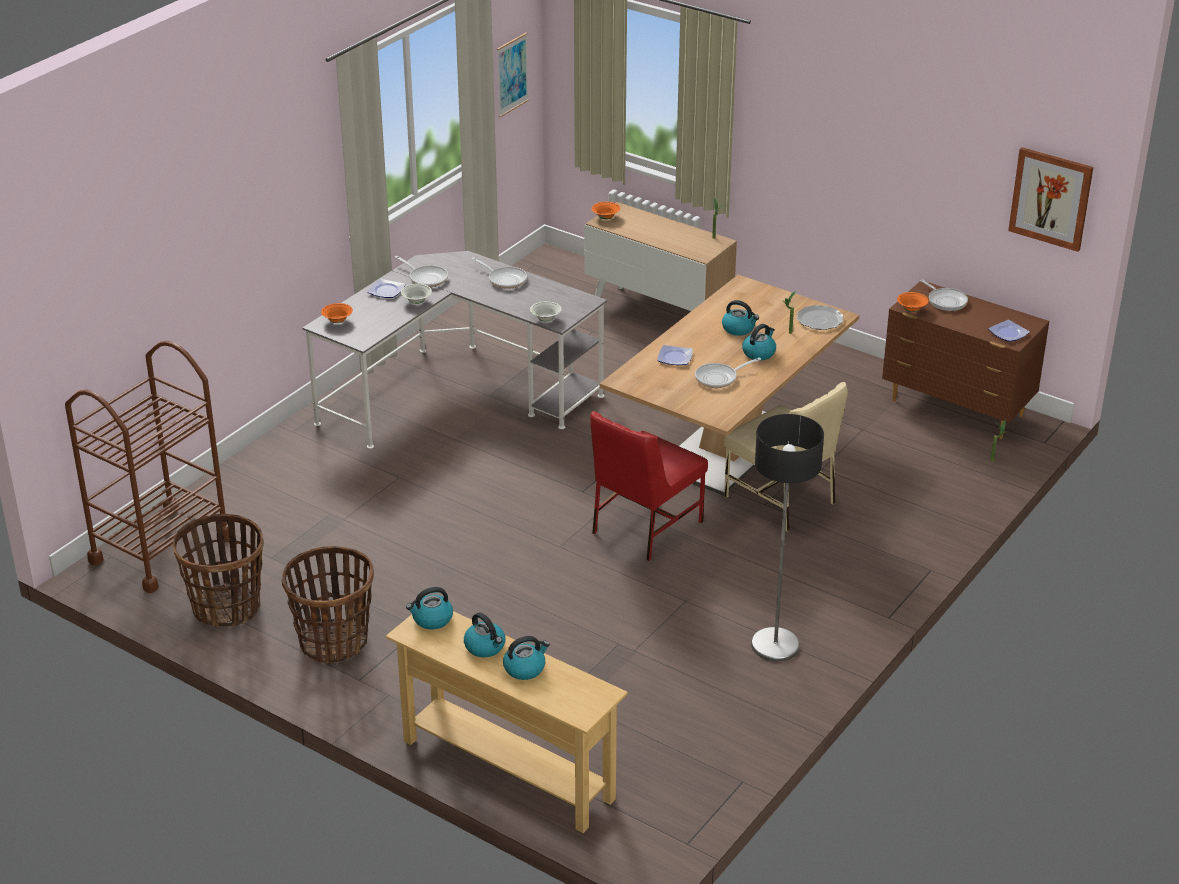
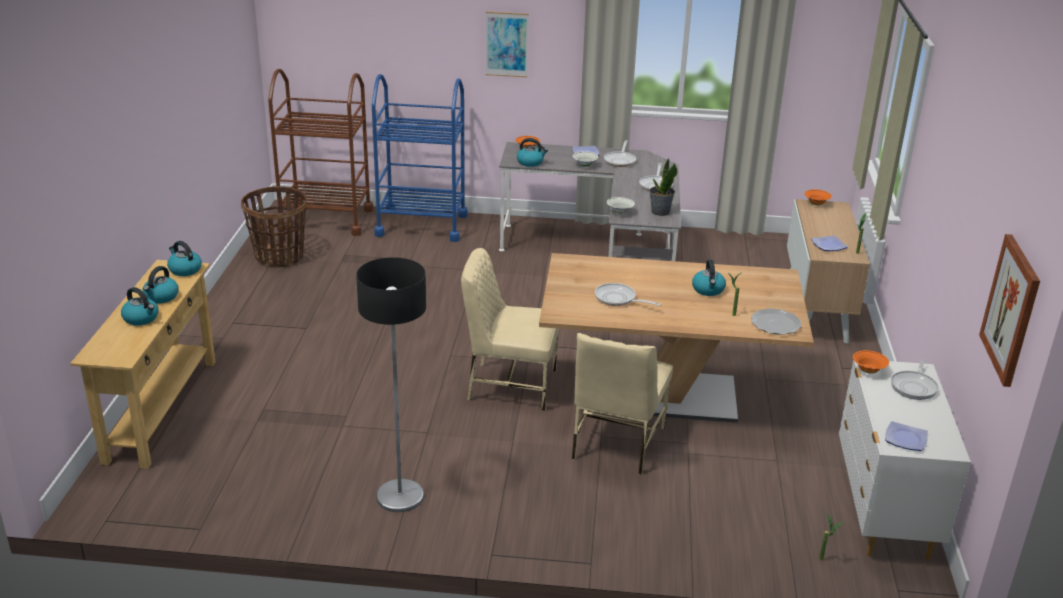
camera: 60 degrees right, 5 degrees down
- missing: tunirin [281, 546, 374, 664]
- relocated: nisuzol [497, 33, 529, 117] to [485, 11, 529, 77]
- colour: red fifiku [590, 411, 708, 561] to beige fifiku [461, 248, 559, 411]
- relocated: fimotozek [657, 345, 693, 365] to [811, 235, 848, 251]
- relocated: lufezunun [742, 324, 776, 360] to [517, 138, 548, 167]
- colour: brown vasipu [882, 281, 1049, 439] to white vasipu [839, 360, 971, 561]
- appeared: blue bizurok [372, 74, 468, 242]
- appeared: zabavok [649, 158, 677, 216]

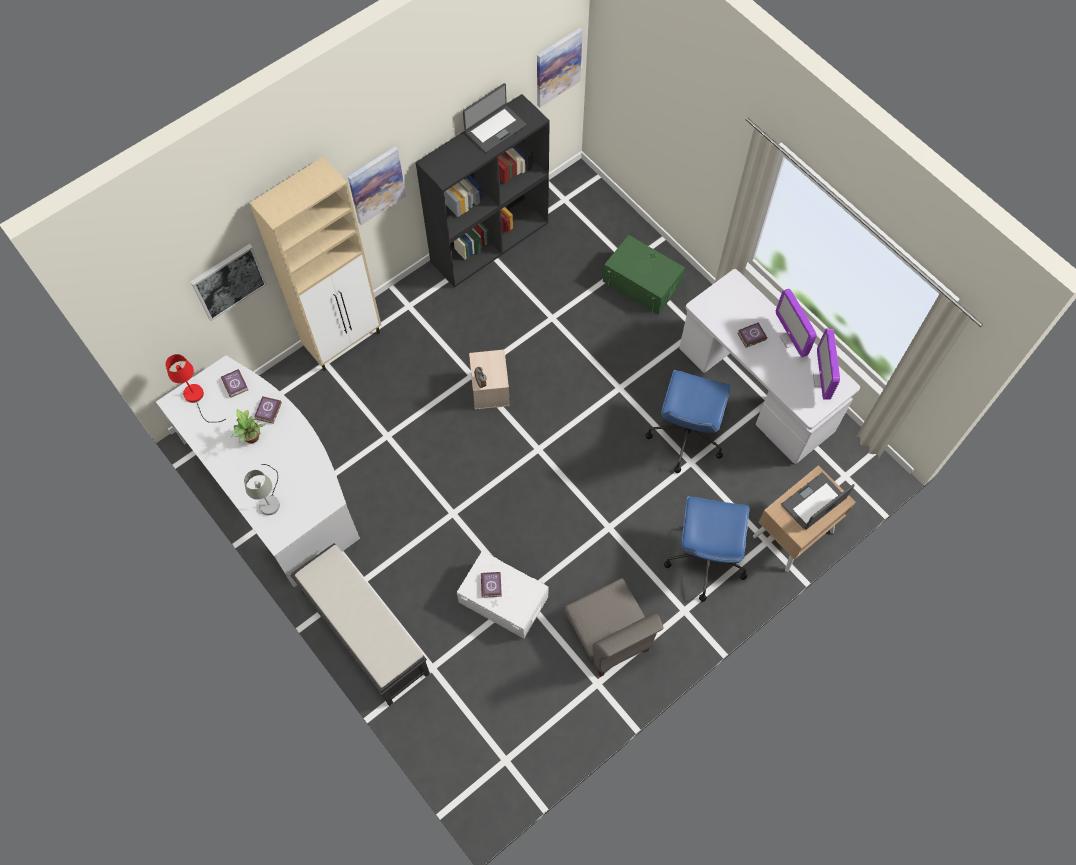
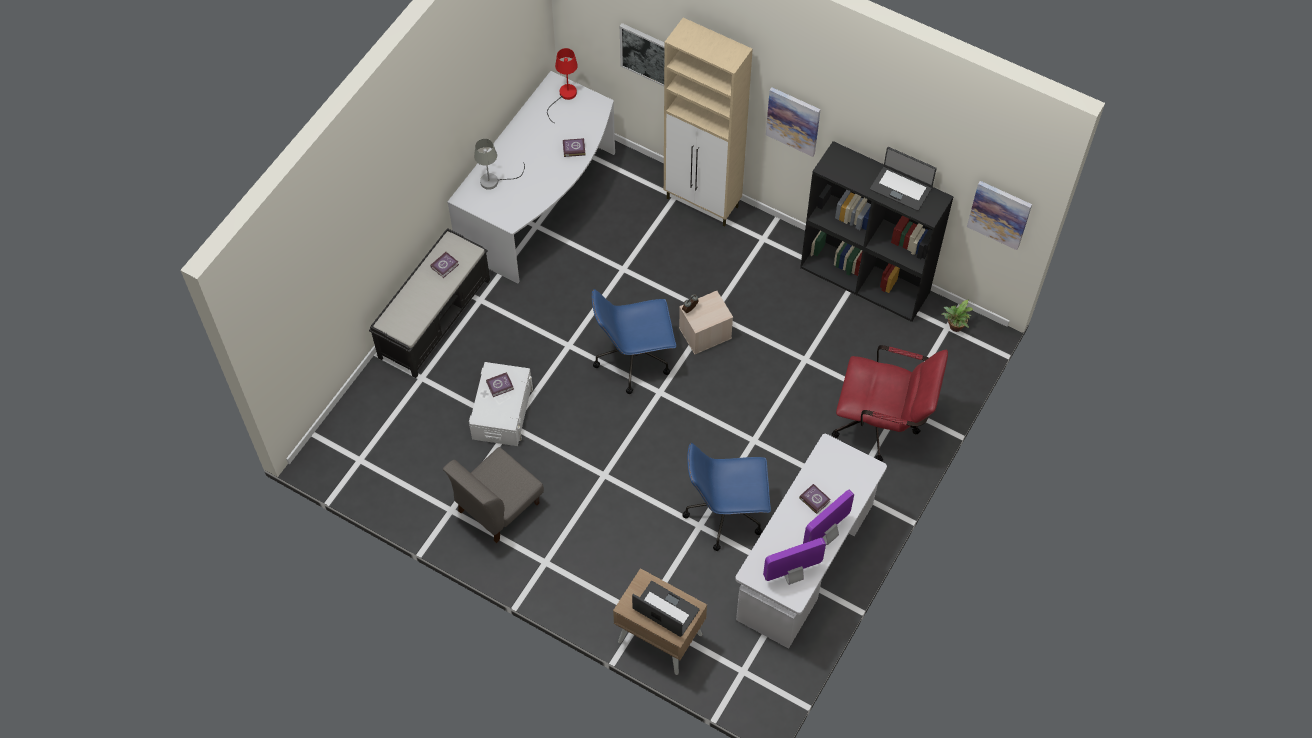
camera: 70 degrees right, 5 degrees down
- relocated: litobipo [221, 369, 248, 398] to [430, 252, 459, 278]
- relocated: zabavok [232, 409, 266, 444] to [941, 300, 973, 332]
- exchanged: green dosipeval [603, 235, 685, 314] to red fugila [832, 345, 948, 462]
- relocated: blue fugila [664, 496, 749, 602] to [592, 289, 676, 394]

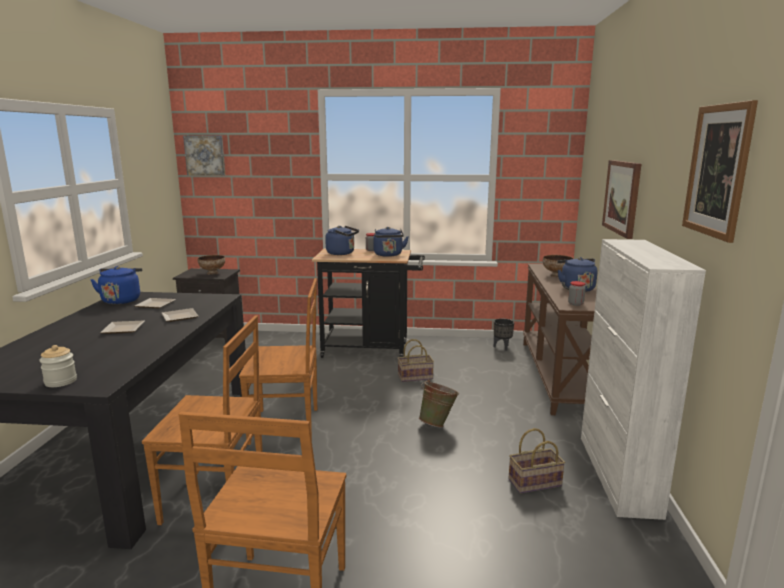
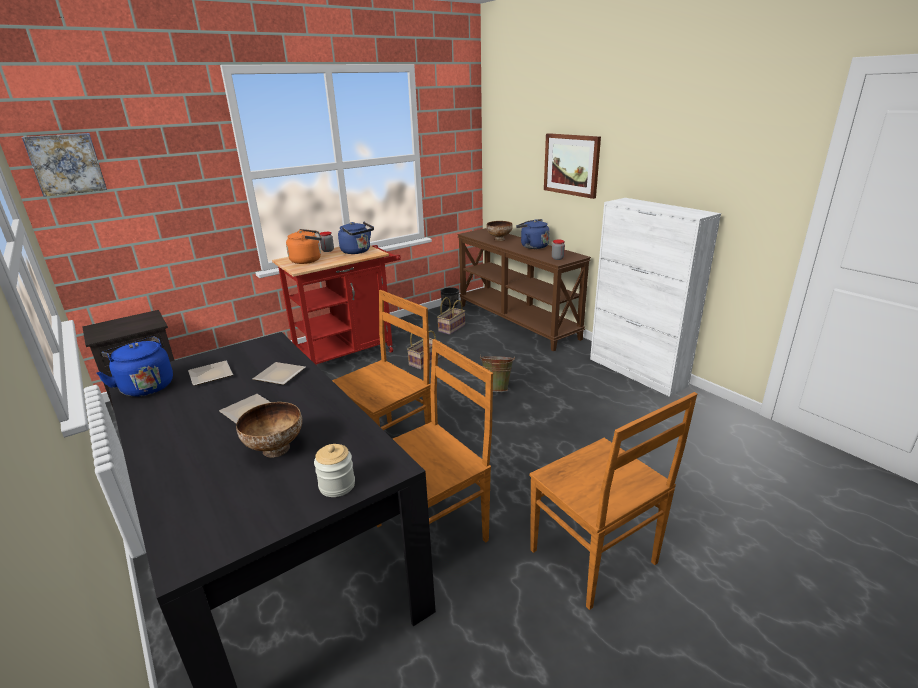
camera: 40 degrees left, 10 degrees up
- relocated: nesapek [198, 255, 225, 275] to [236, 402, 302, 458]
- colour: black bizurok [312, 249, 425, 358] to red bizurok [272, 245, 401, 365]
- colour: blue lufezunun [325, 226, 359, 255] to orange lufezunun [286, 229, 322, 264]
- relocated: tunirin [509, 428, 565, 494] to [437, 297, 465, 335]
- missing: nisuzol [682, 100, 758, 243]

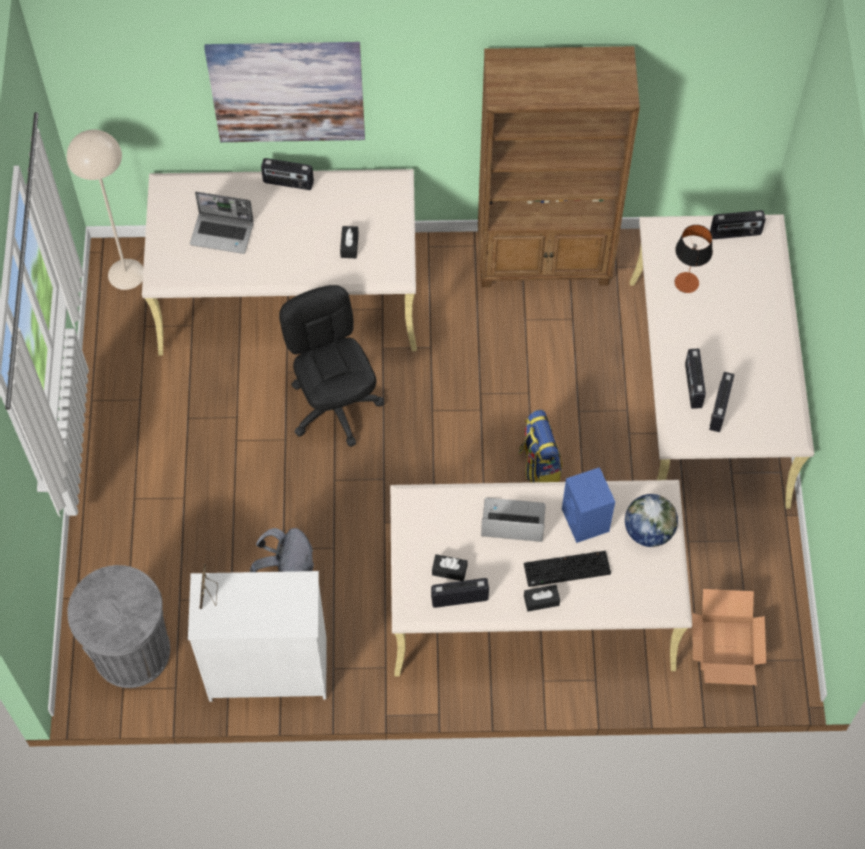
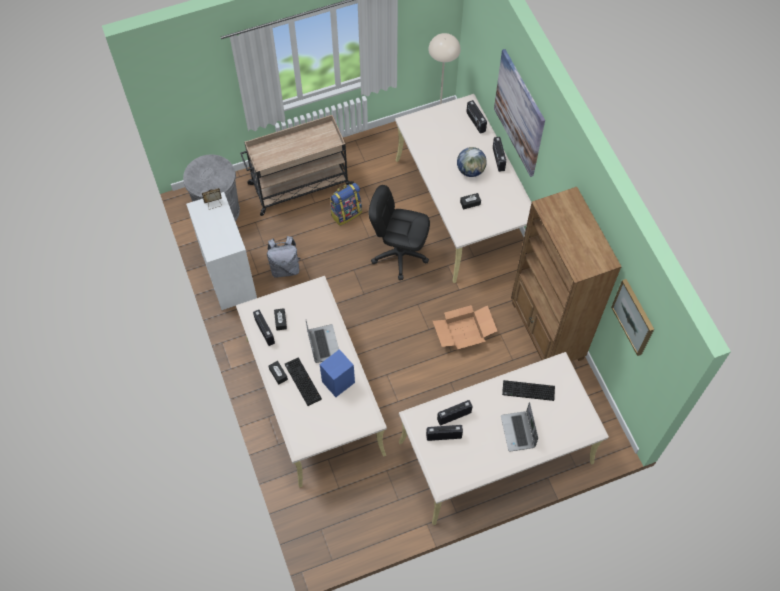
camera: 70 degrees right, 0 degrees up
- relocated: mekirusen [190, 192, 254, 254] to [501, 402, 538, 452]
- spun: black fugila [279, 285, 384, 447] = [369, 185, 430, 280] 120 degrees counterclockwise
- relocated: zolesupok [518, 410, 562, 482] to [330, 183, 362, 226]
- relocated: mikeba [625, 494, 678, 547] to [457, 147, 487, 177]
- exchanged: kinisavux [675, 225, 713, 293] to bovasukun [502, 380, 555, 401]
- relocated: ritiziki [692, 589, 766, 685] to [433, 305, 497, 350]
- relocated: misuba [710, 210, 766, 239] to [466, 100, 487, 134]
- appeared: beige bizurok [240, 115, 354, 216]
- appeared: nisuzol [611, 279, 654, 356]

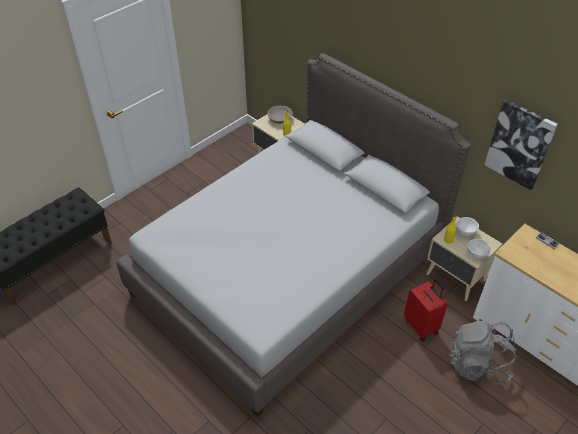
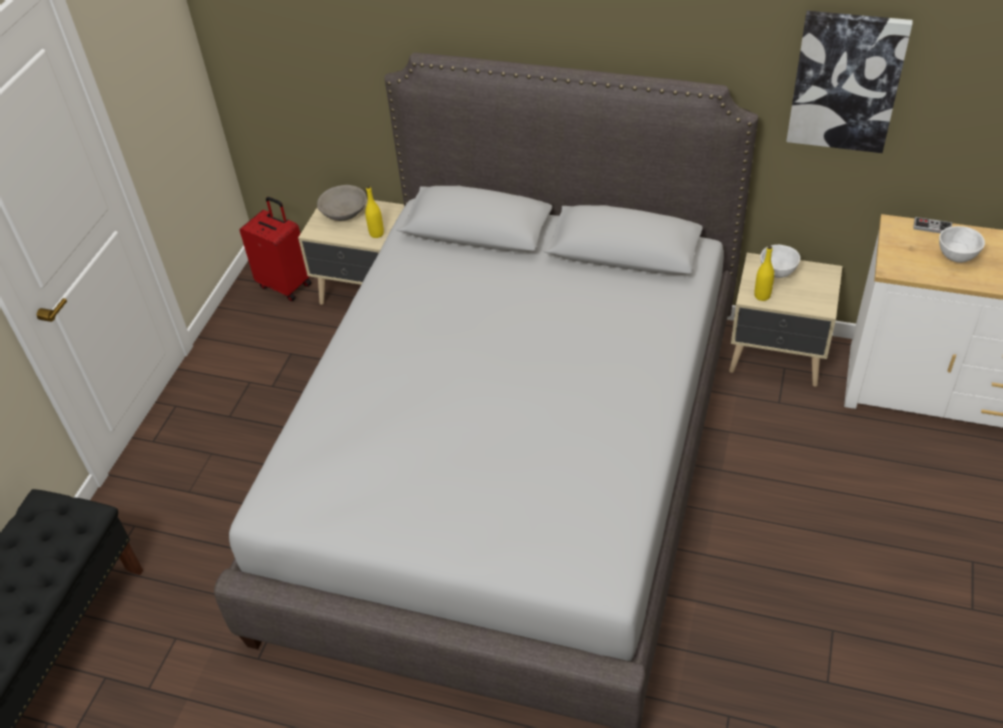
camera: 25 degrees left, 0 degrees up
- relocated: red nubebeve [404, 279, 448, 341] to [240, 197, 312, 301]
- missing: grey zolesupok [449, 321, 516, 385]
- relocated: white nesapek [468, 239, 491, 259] to [939, 226, 985, 263]

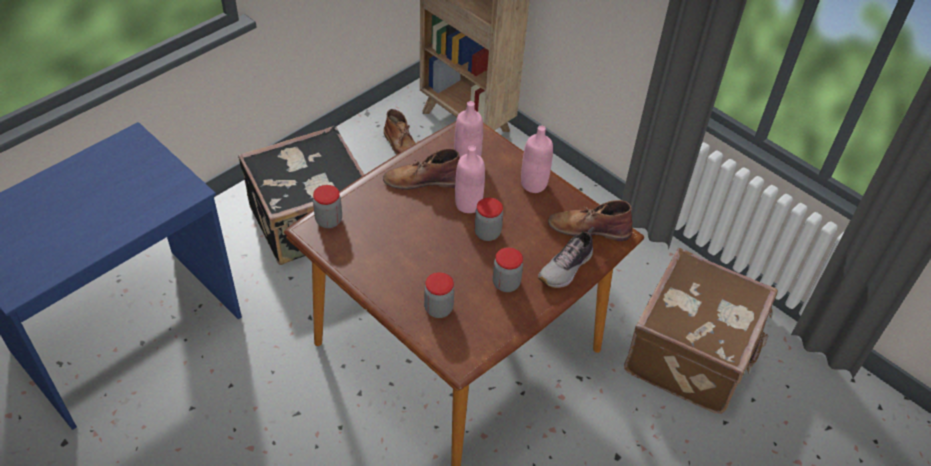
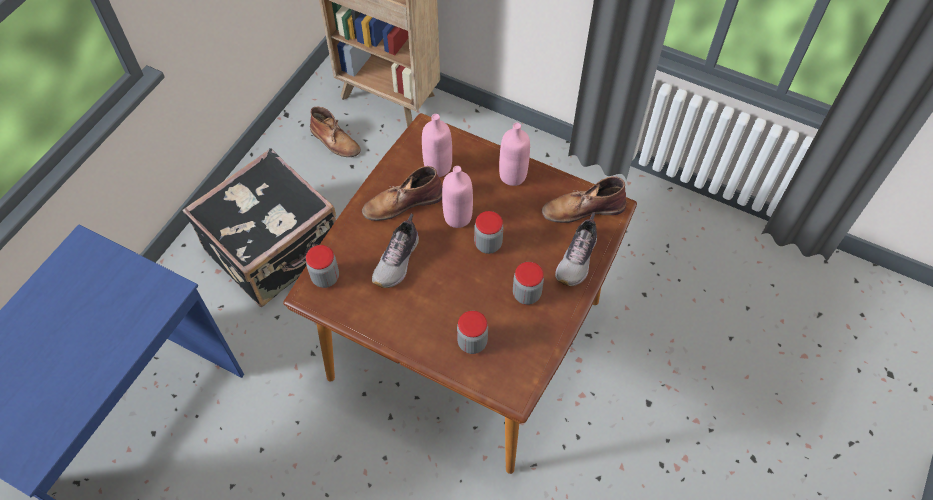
camera: 15 degrees left, 10 degrees up
- missing: brown nubebeve [624, 248, 778, 414]
- appeared: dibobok [372, 214, 419, 288]

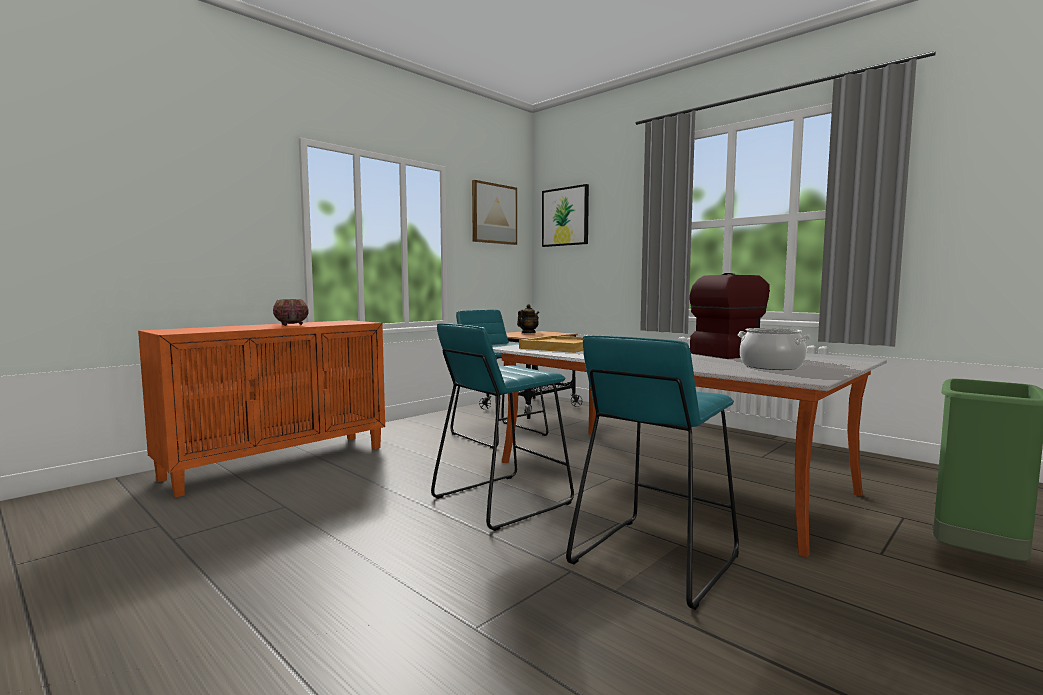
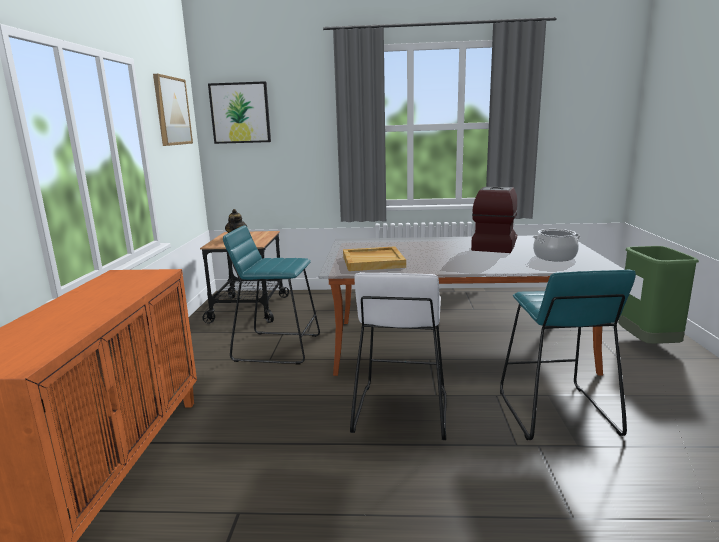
camera: 40 degrees left, 10 degrees up
- missing: nesapek [273, 299, 308, 326]
- colour: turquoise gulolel [431, 323, 574, 531] to white gulolel [350, 272, 447, 440]

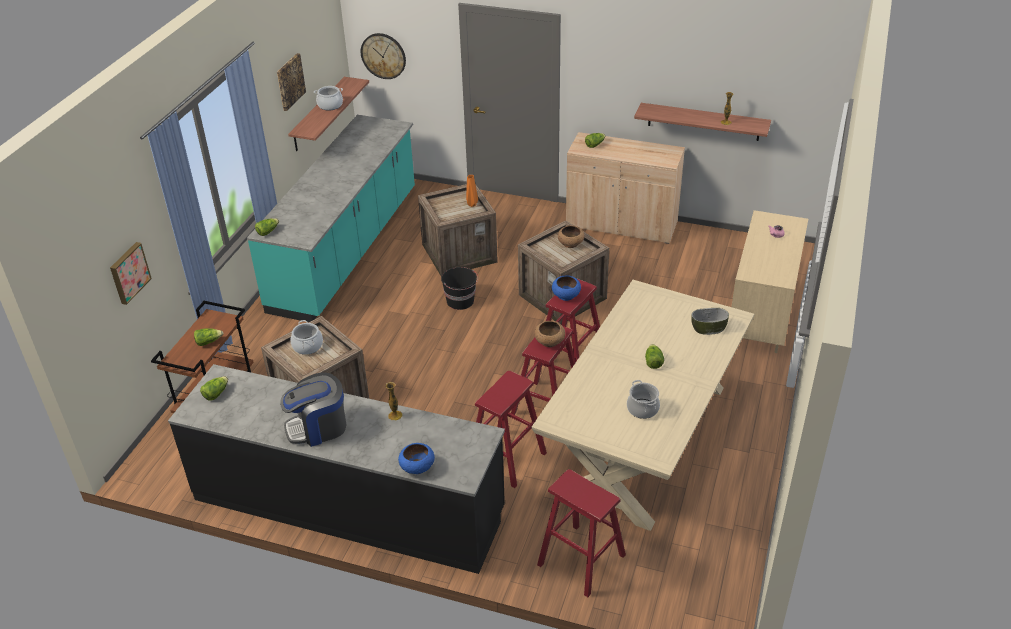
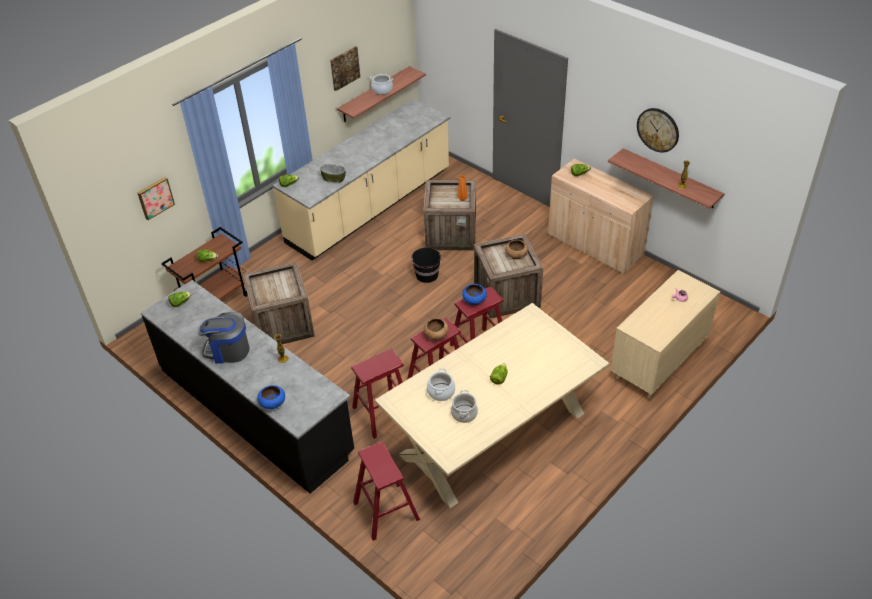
camera: 25 degrees right, 5 degrees up
- colour: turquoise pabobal [247, 115, 415, 322] to beige pabobal [272, 99, 450, 260]
- relocated: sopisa [291, 320, 323, 355] to [427, 368, 455, 401]
- relocated: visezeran [361, 33, 406, 79] to [637, 108, 679, 152]
- relocated: nesapek [691, 308, 729, 335] to [320, 164, 346, 183]

